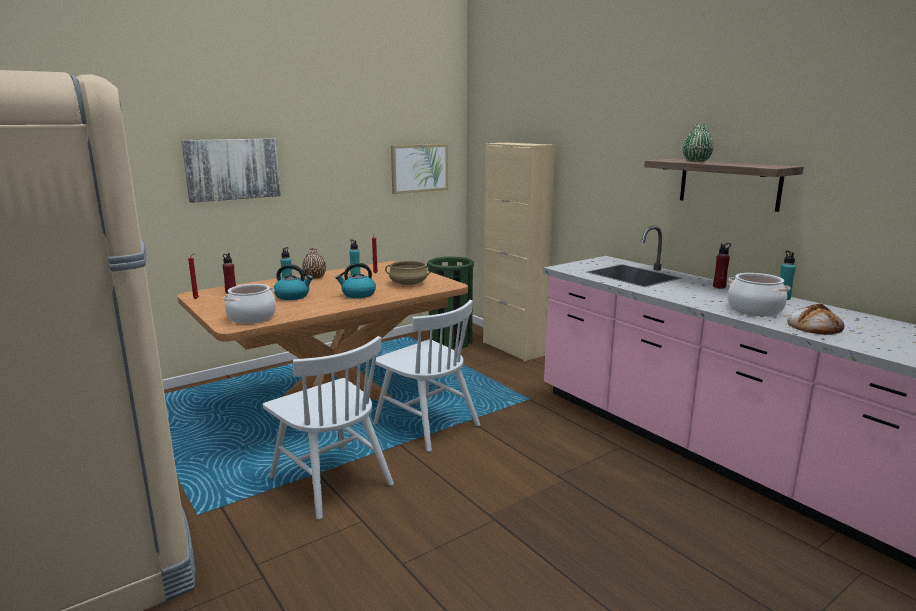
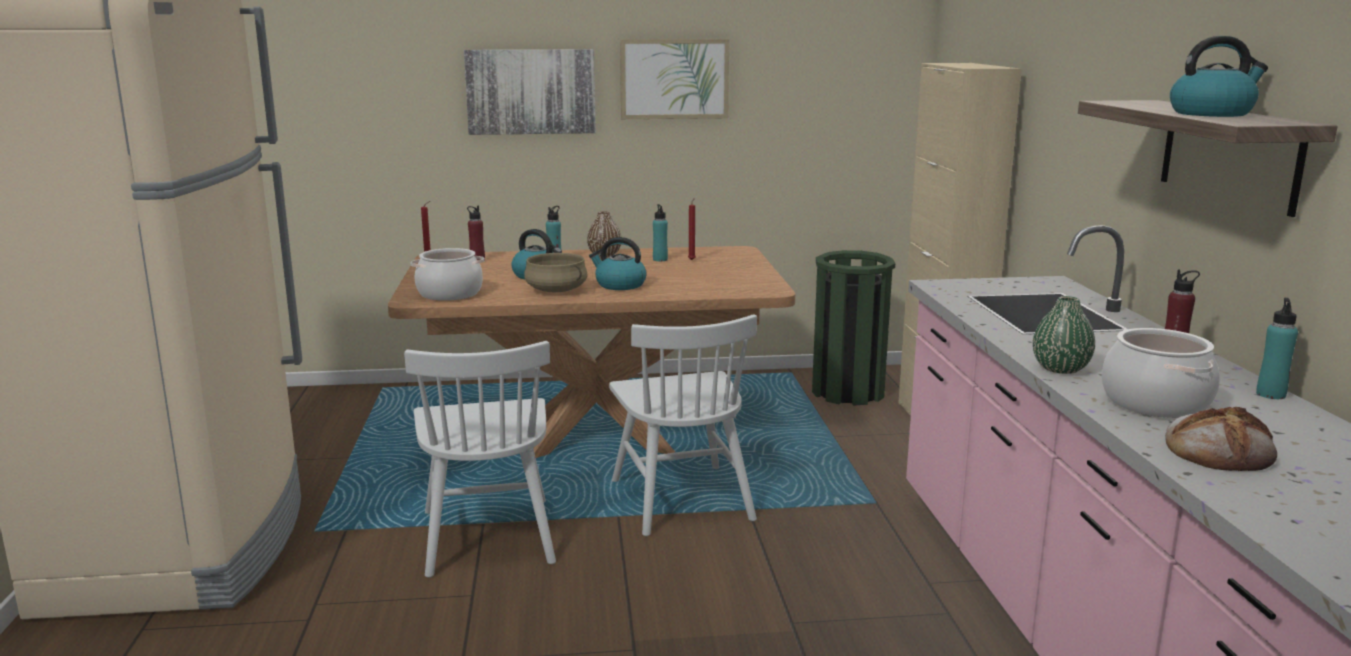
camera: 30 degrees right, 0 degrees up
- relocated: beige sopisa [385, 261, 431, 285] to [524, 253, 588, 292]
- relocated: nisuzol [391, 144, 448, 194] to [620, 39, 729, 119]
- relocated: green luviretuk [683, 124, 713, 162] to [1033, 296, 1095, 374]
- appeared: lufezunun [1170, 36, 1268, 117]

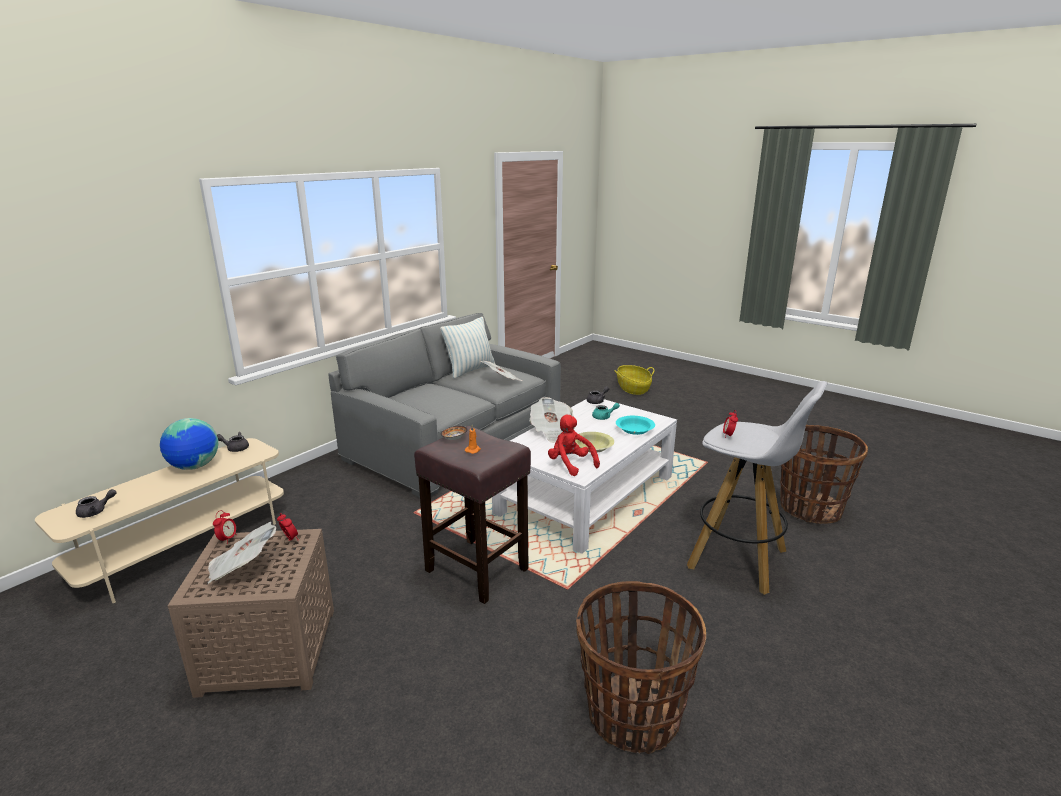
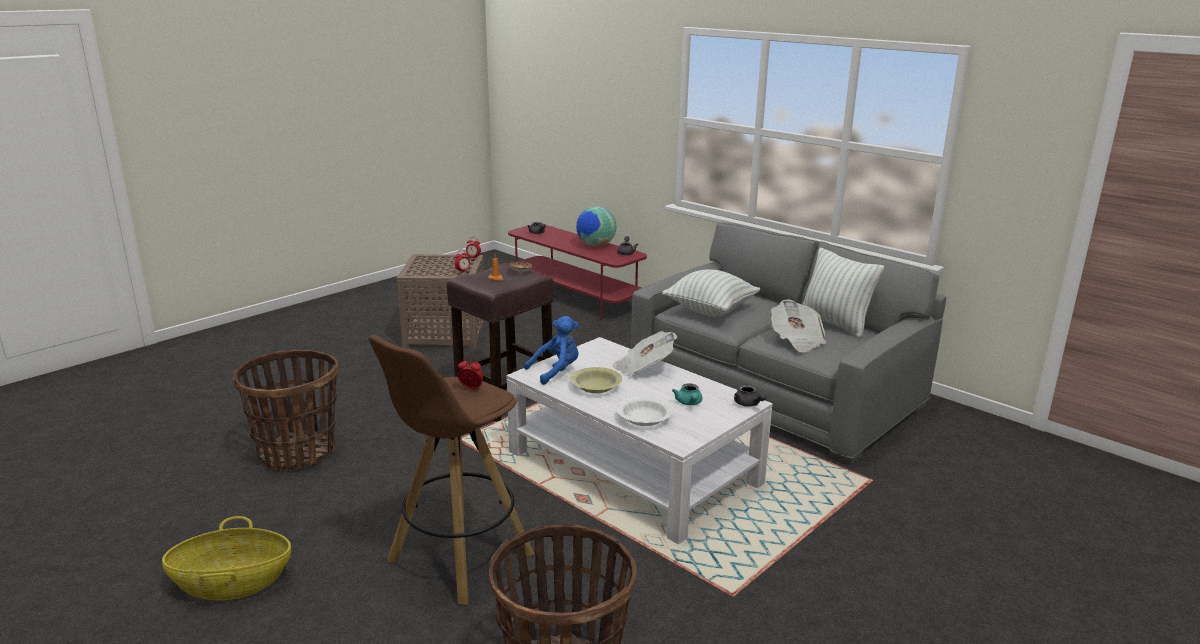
camera: 95 degrees right, 0 degrees up
- colour: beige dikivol [35, 438, 284, 603] to red dikivol [508, 225, 647, 321]
- missing: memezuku [208, 522, 276, 584]
- colour: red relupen [548, 414, 600, 476] to blue relupen [524, 316, 579, 385]
- relocated: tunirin [615, 365, 654, 395] to [162, 516, 291, 601]
- colour: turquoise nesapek [616, 416, 655, 435] to white nesapek [617, 397, 673, 426]
- colour: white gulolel [687, 381, 828, 595] to brown gulolel [369, 335, 534, 605]
- appeared: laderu [662, 269, 760, 316]

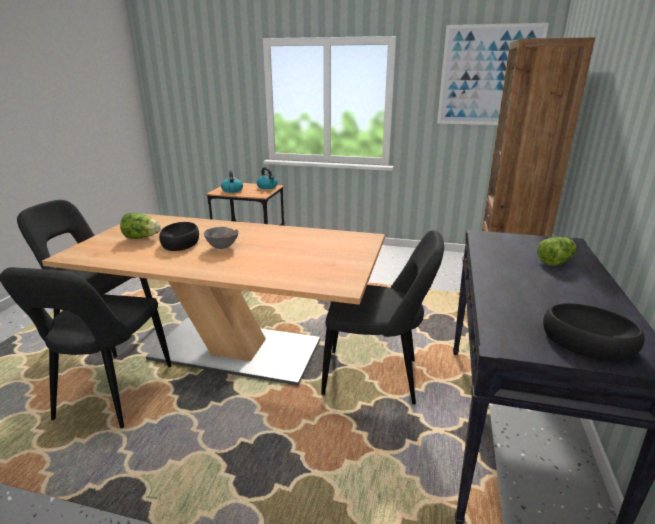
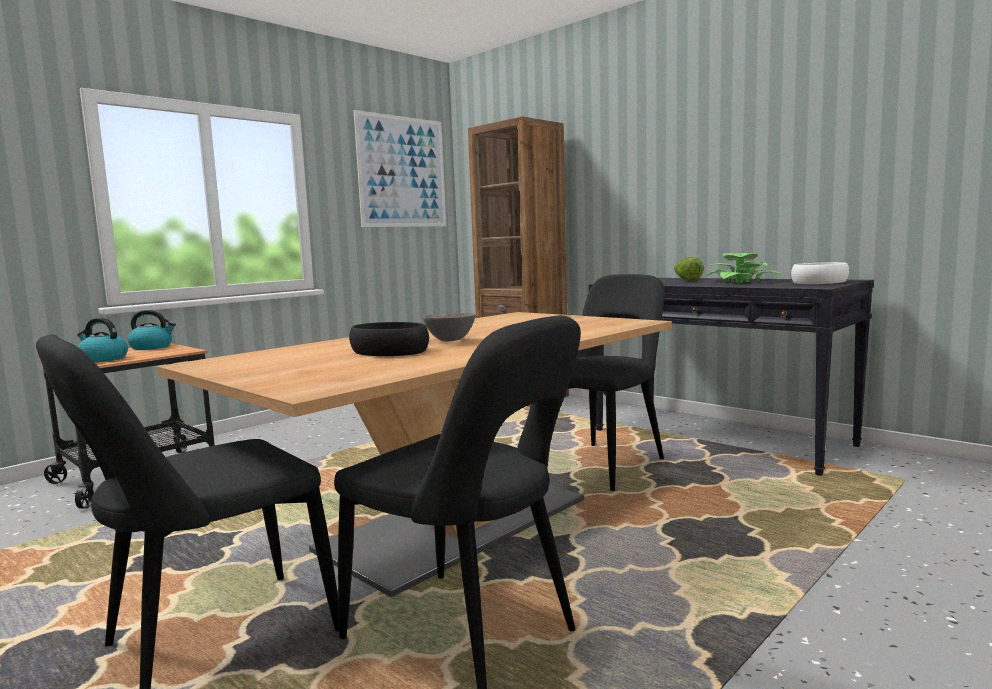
camera: 60 degrees left, 15 degrees down
- missing: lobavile [120, 213, 161, 239]
- colour: black nesapek [543, 303, 644, 361] to white nesapek [791, 262, 849, 284]
- appeared: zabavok [706, 253, 782, 283]

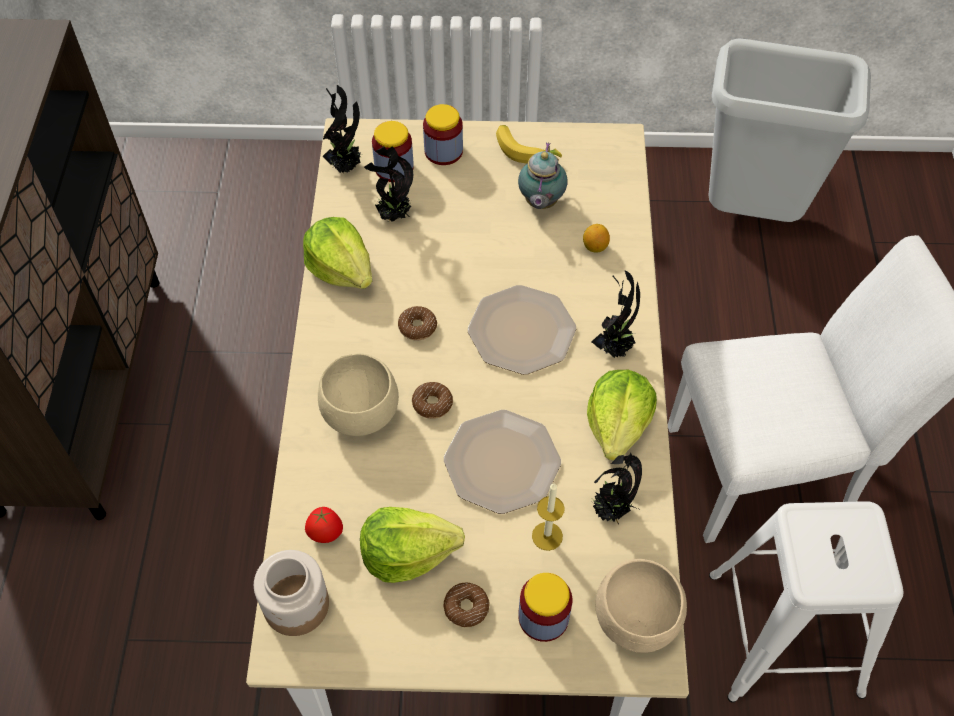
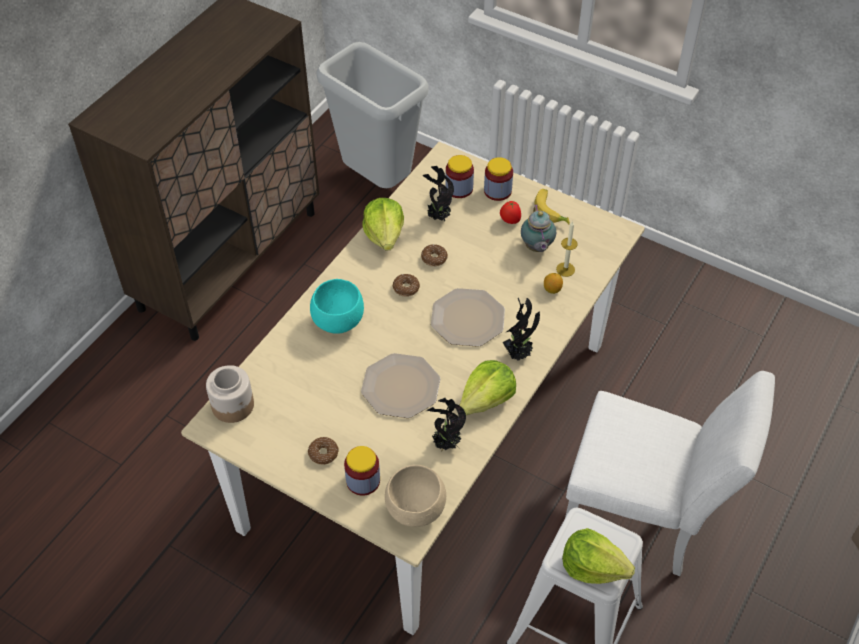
camera: 30 degrees right, 5 degrees down
- relocated: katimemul [305, 507, 343, 543] to [500, 201, 521, 224]
- colour: beige nesapek [318, 353, 399, 436] to turquoise nesapek [310, 279, 364, 334]
- missing: zabavok [322, 85, 362, 173]
- relocated: lobavile [360, 507, 465, 583] to [562, 528, 635, 584]
- relocated: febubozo [412, 382, 453, 419] to [421, 244, 448, 267]
- spun: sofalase [518, 142, 568, 209] = [521, 204, 556, 252] 45 degrees counterclockwise
- relocated: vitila [532, 483, 565, 551] to [556, 221, 578, 277]
- relocated: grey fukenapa [709, 38, 871, 222] to [316, 42, 429, 188]

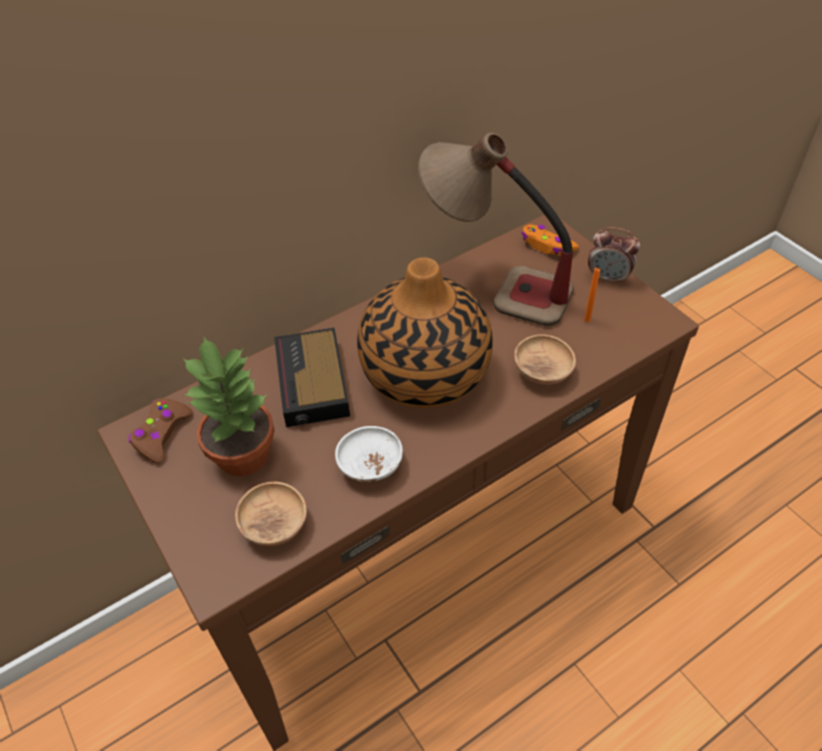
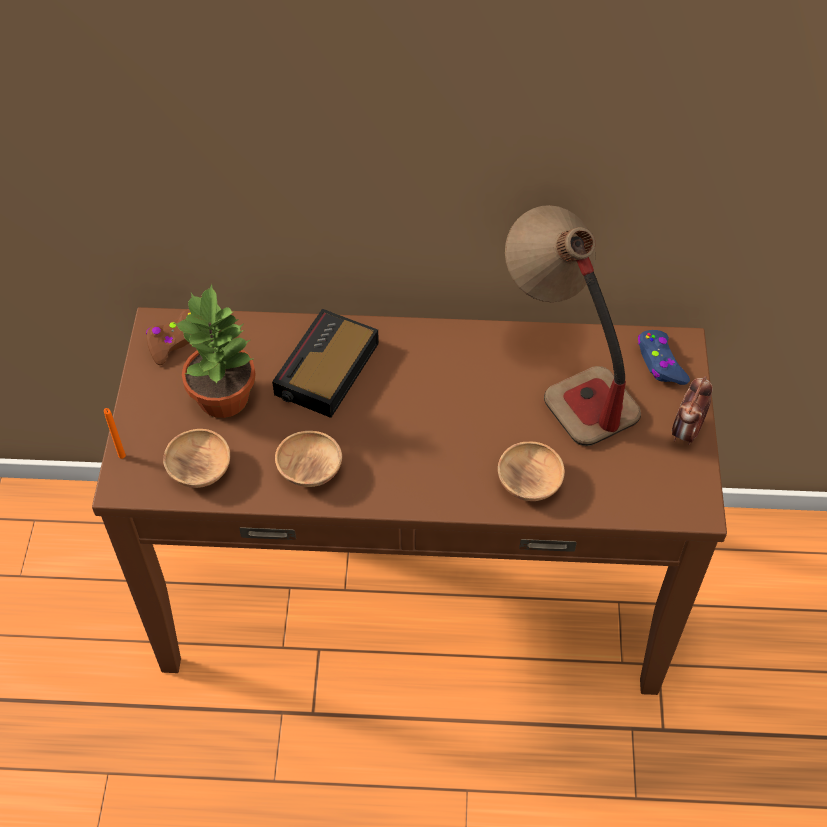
camera: 35 degrees right, 5 degrees up
- colour: white nesapek [335, 426, 403, 482] to brown nesapek [275, 431, 342, 487]
- missing: luviretuk [357, 257, 493, 408]
- colour: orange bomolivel [522, 224, 579, 256] to blue bomolivel [638, 330, 690, 385]
- relocated: orange vitila [584, 268, 600, 322] to [104, 408, 126, 459]
- spun: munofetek [588, 227, 640, 285] = [672, 376, 713, 445] 60 degrees clockwise

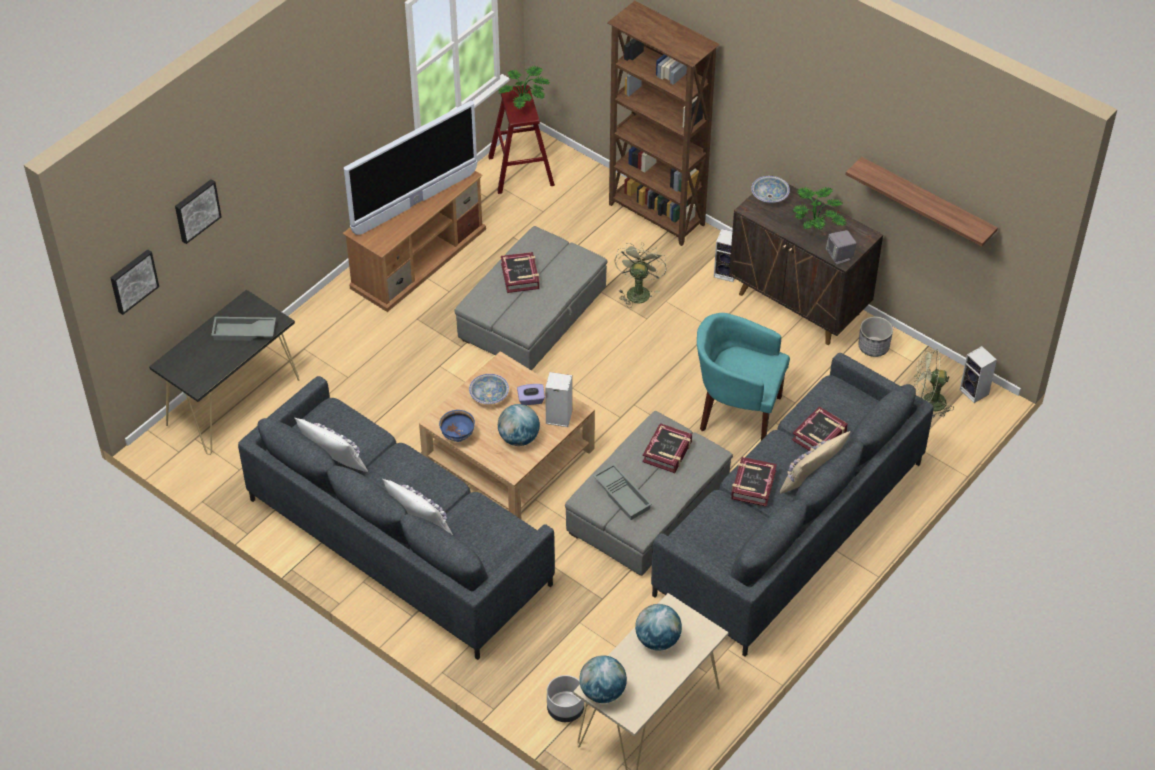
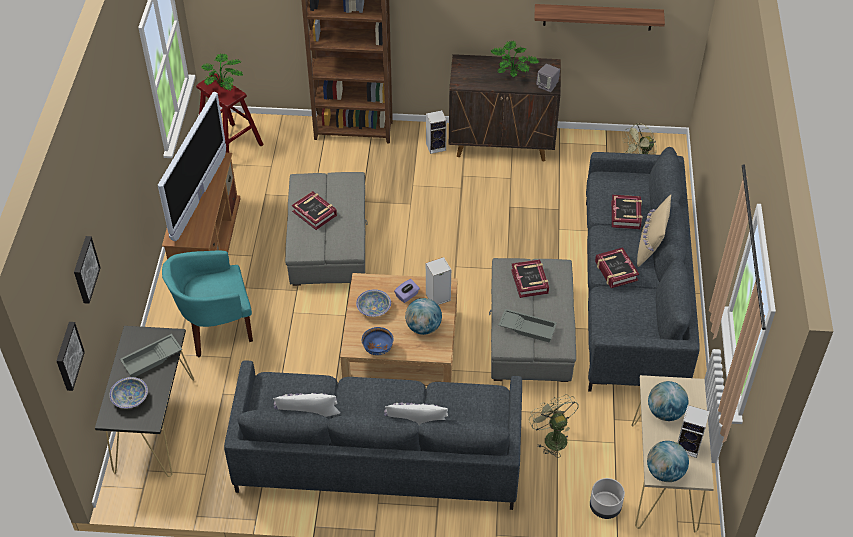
camera: 35 degrees left, 0 degrees up
- relocated: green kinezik [615, 242, 667, 308] to [529, 394, 579, 458]
- relocated: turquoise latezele [697, 313, 790, 441] to [162, 251, 253, 357]
- relocated: nesapek [751, 176, 790, 203] to [109, 377, 148, 409]
- missing: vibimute [858, 317, 893, 357]
- relocated: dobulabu [960, 346, 997, 403] to [678, 405, 710, 458]

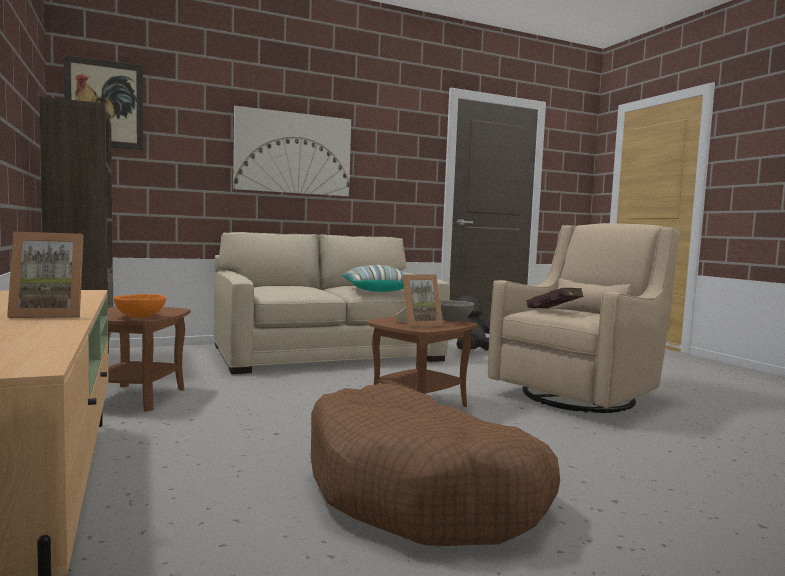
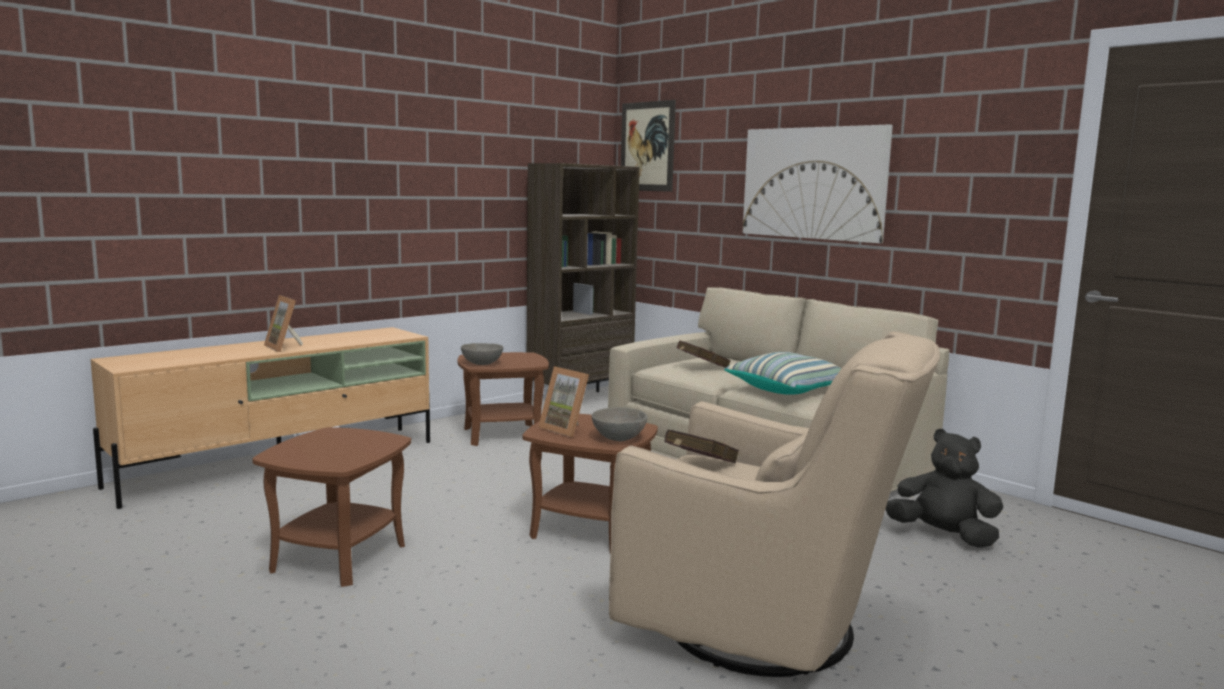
camera: 70 degrees right, 5 degrees up
- colour: orange nesapek [114, 294, 166, 318] to grey nesapek [461, 343, 503, 365]
- exchanged: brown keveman [311, 383, 560, 546] to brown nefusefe [252, 427, 411, 587]
- appeared: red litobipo [677, 341, 731, 368]

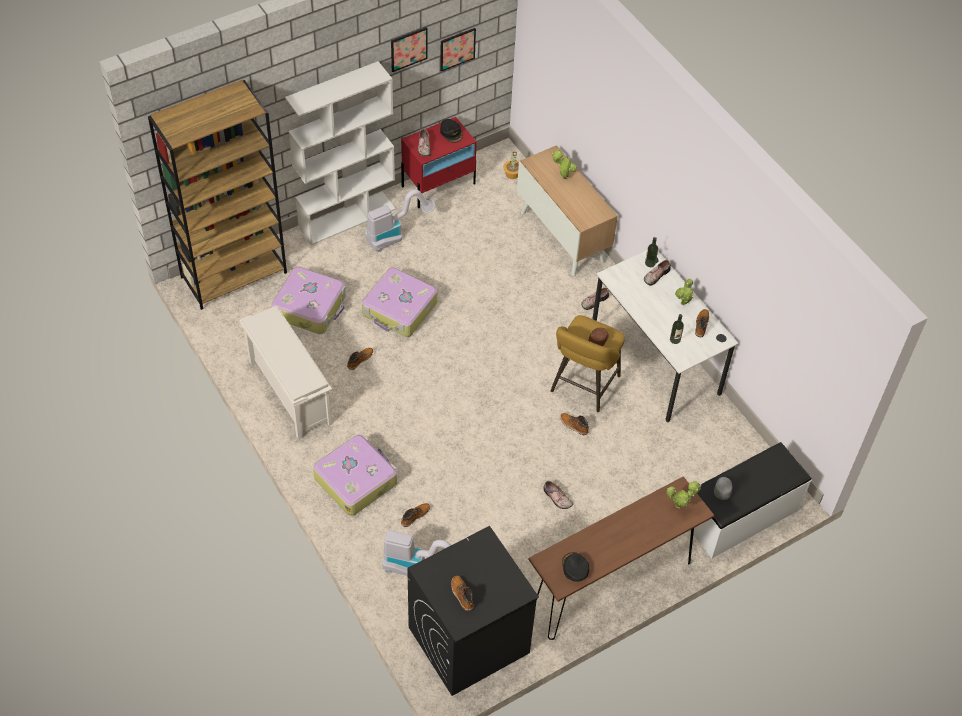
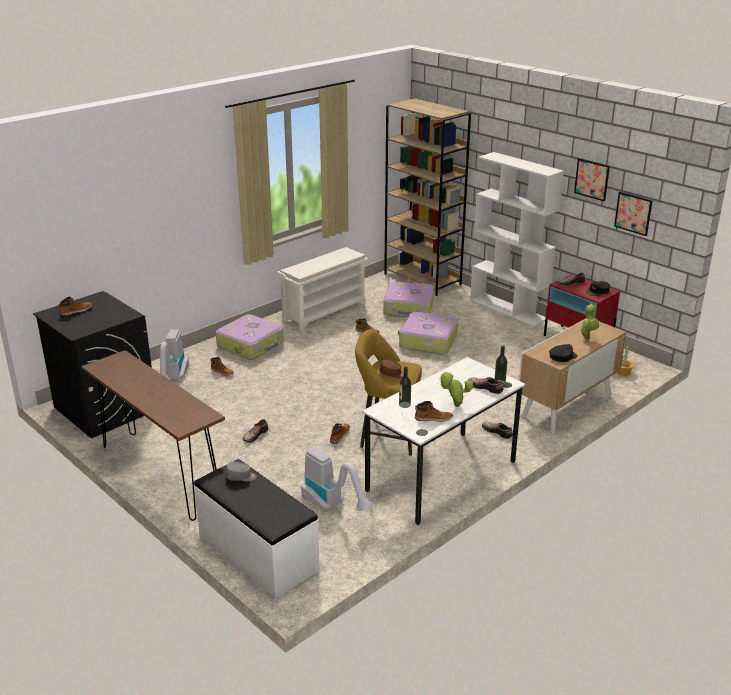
camera: 80 degrees right, 25 degrees down
- relocated: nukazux [365, 189, 435, 252] to [301, 447, 373, 511]
- relocated: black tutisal [562, 552, 590, 582] to [549, 344, 577, 362]
- missing: zabavok [667, 481, 701, 508]

